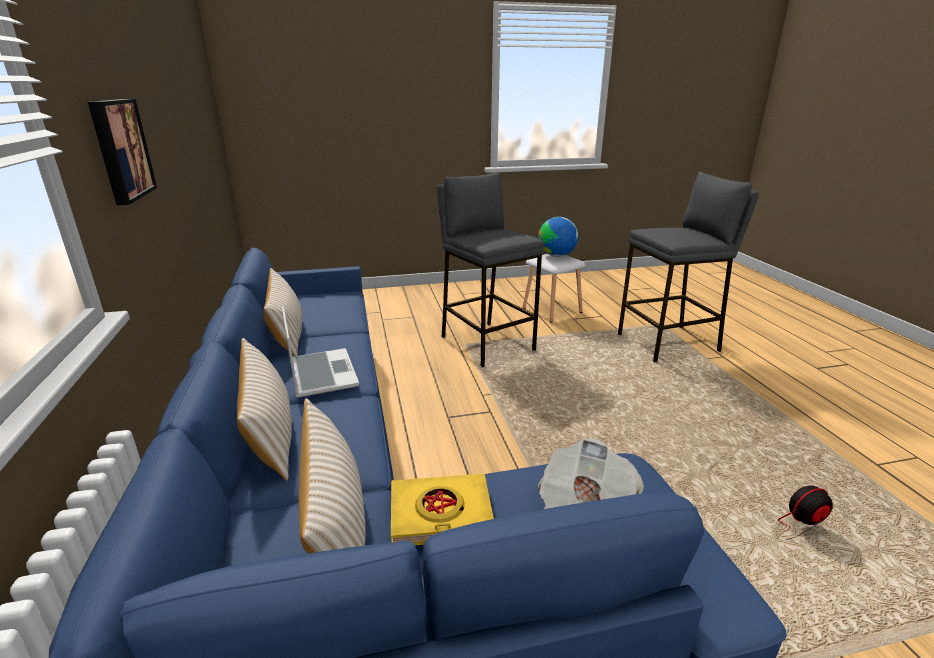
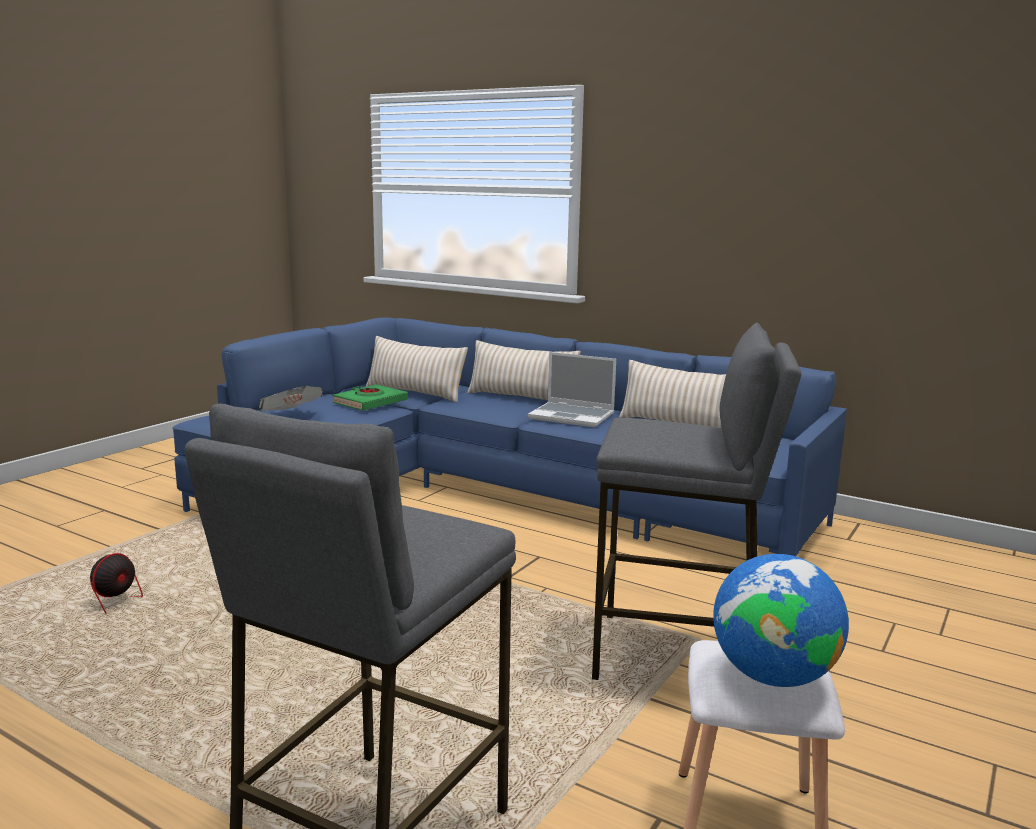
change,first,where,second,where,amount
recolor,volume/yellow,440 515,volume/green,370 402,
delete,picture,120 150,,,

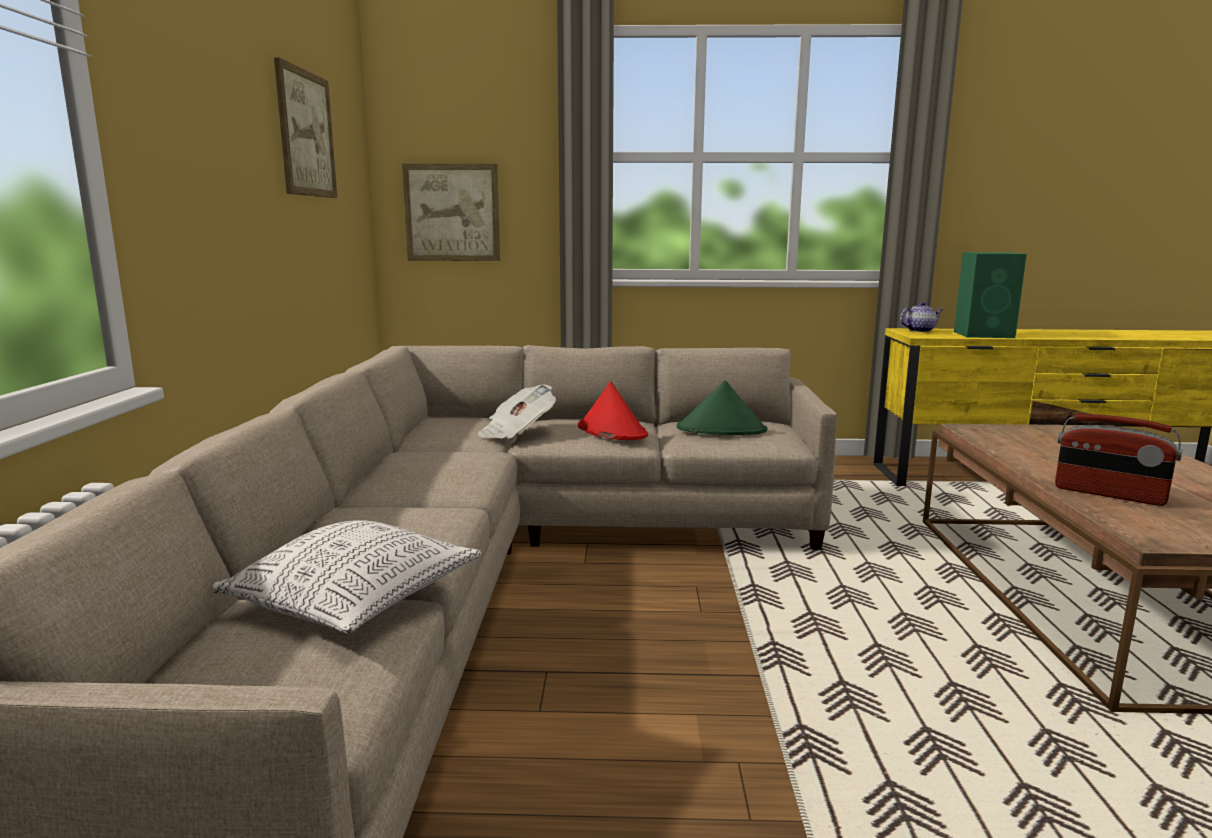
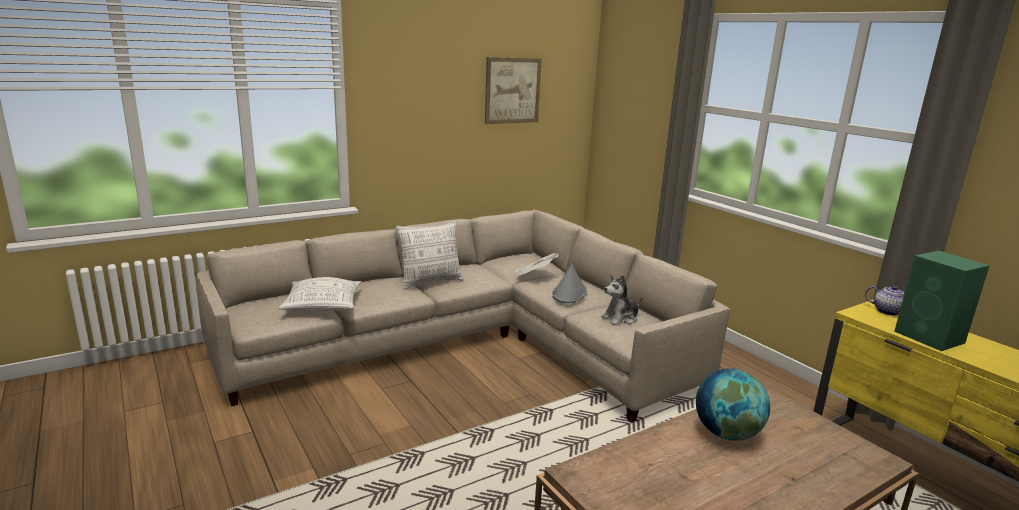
change,first,where,second,where,amount
insert,,,cushion,430 282,
recolor,wearable hat/red,611 431,wearable hat/grey,569 293,
replace,wearable hat/green,722 430,plush toy,620 318,
insert,,,globe,726 433,
delete,picture,452 213,,,
delete,radio,1109 494,,,

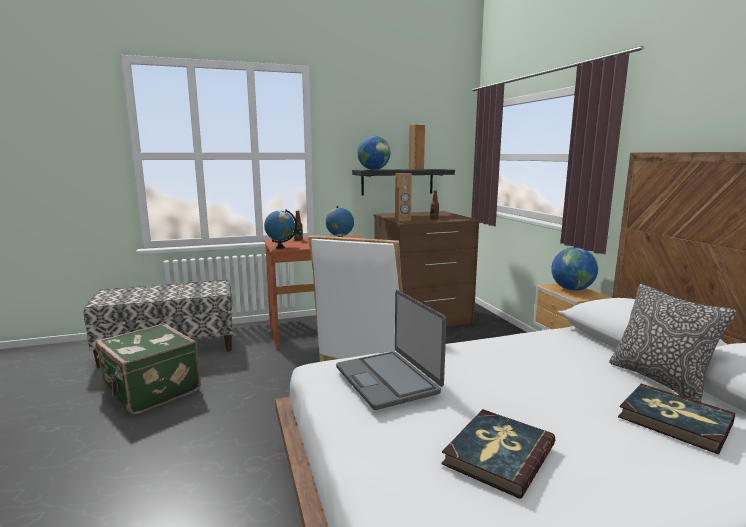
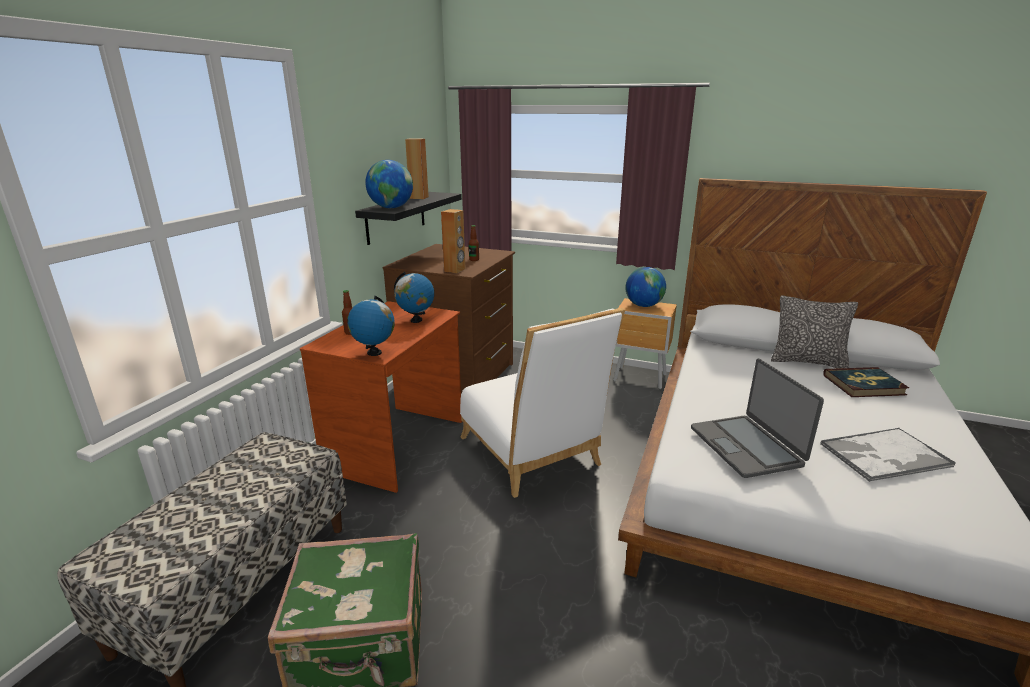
change,first,where,second,where,amount
rotate,notebook computer,388 379,,746 446,60 degrees clockwise
replace,volume,498 454,serving tray,883 455,

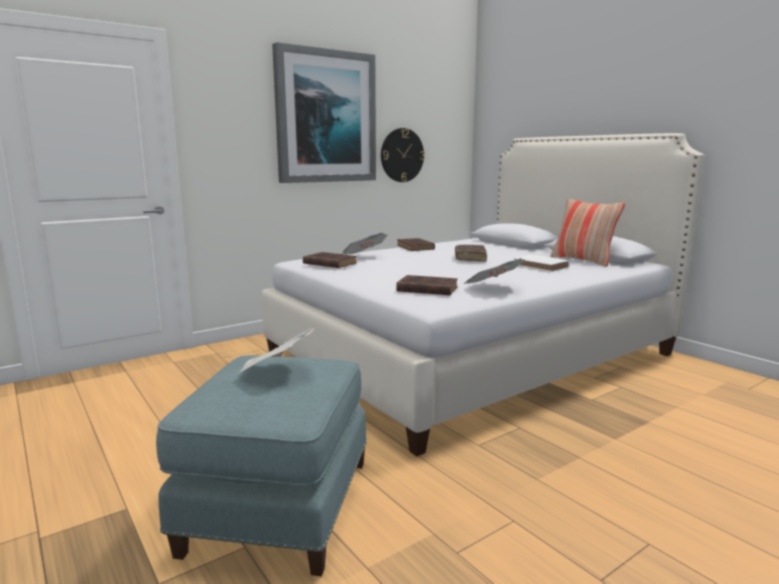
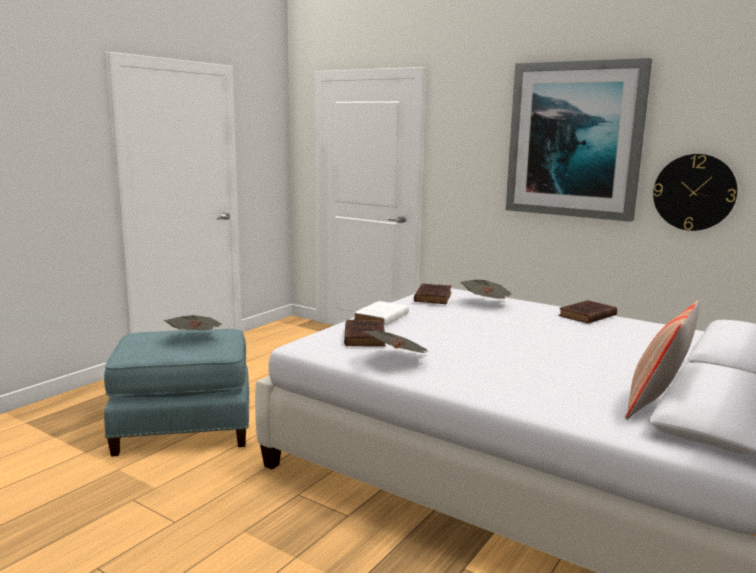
change,first,where,second,where,amount
move,volume/whitish,542 267,,380 317,
delete,volume/brown-coloured,470 258,,,

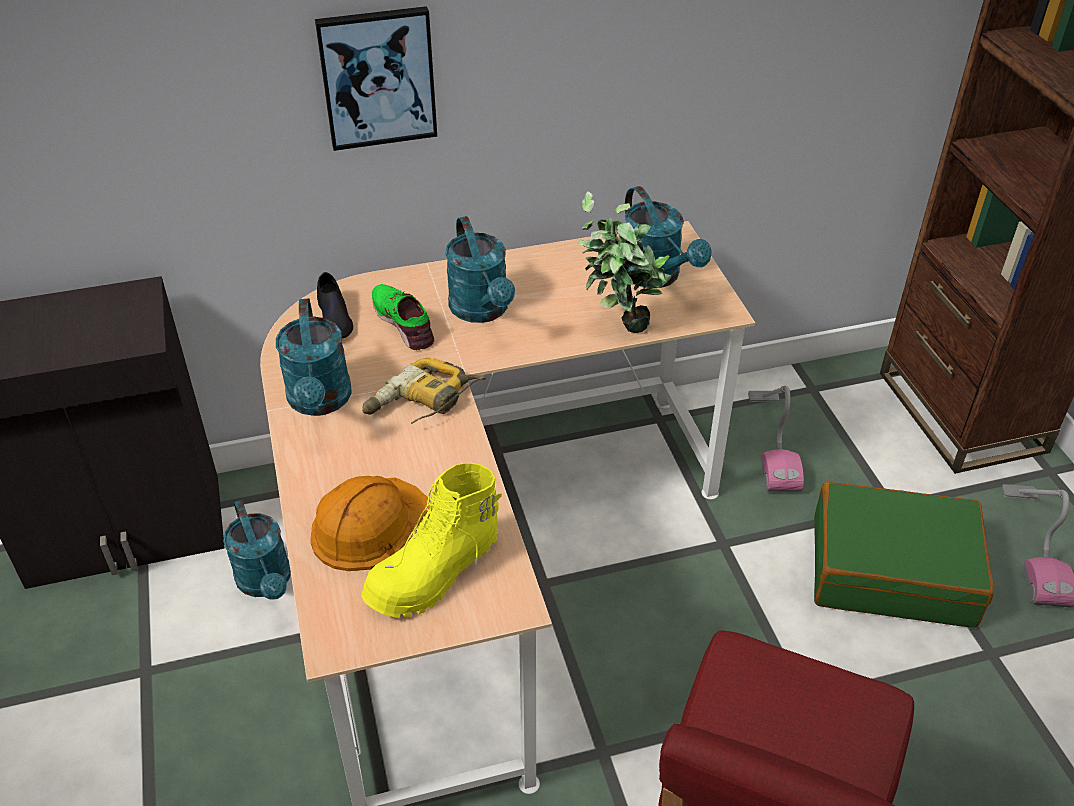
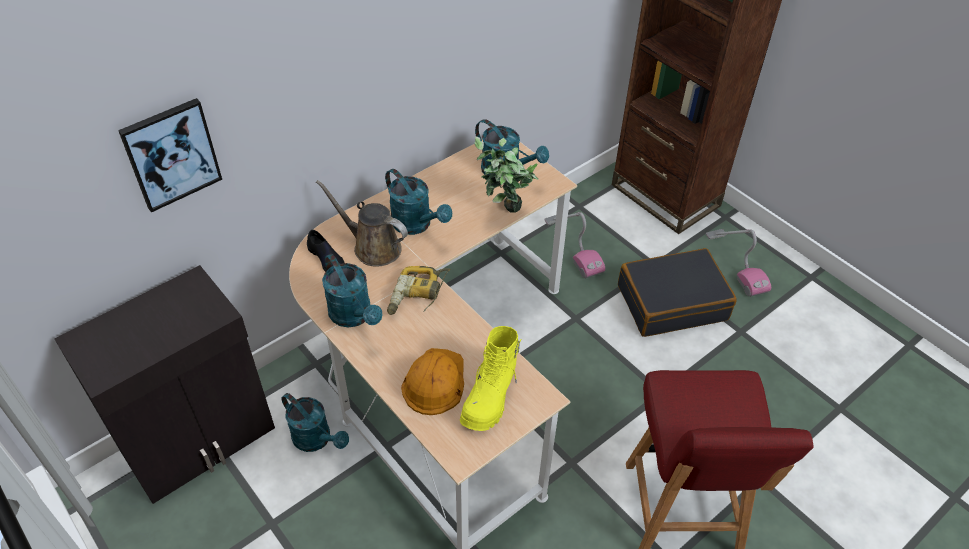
change,first,where,second,where,amount
move,picture,378 78,,171 154,
replace,item of footwear/green,404 322,watering can/brown-coloured,373 247,
recolor,suitcase/green,892 570,suitcase/blackish,672 302,

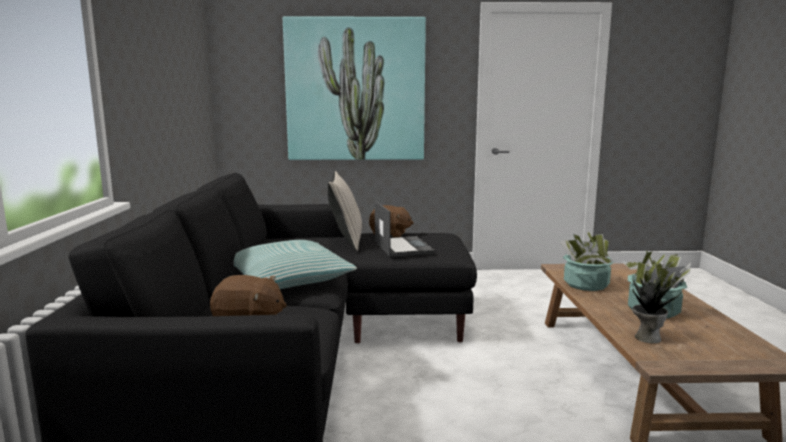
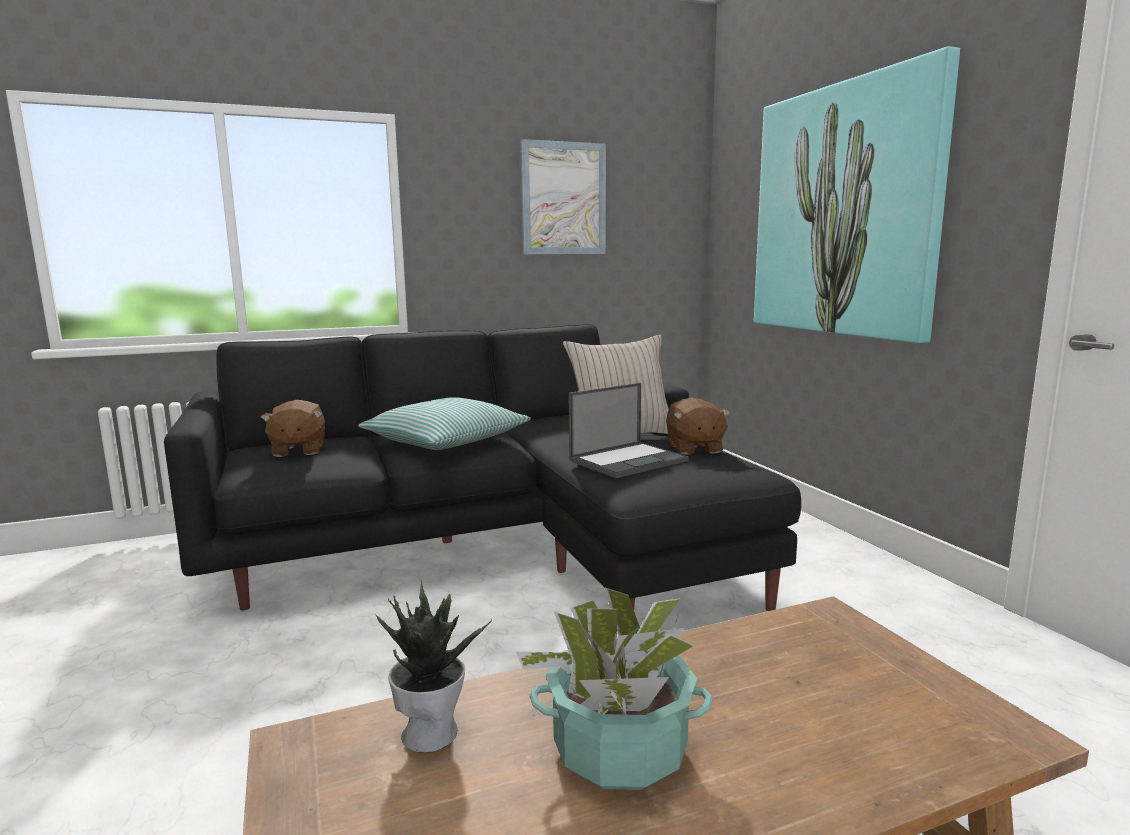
change,first,where,second,where,amount
insert,,,picture,563 199,
delete,potted plant,586 284,,,

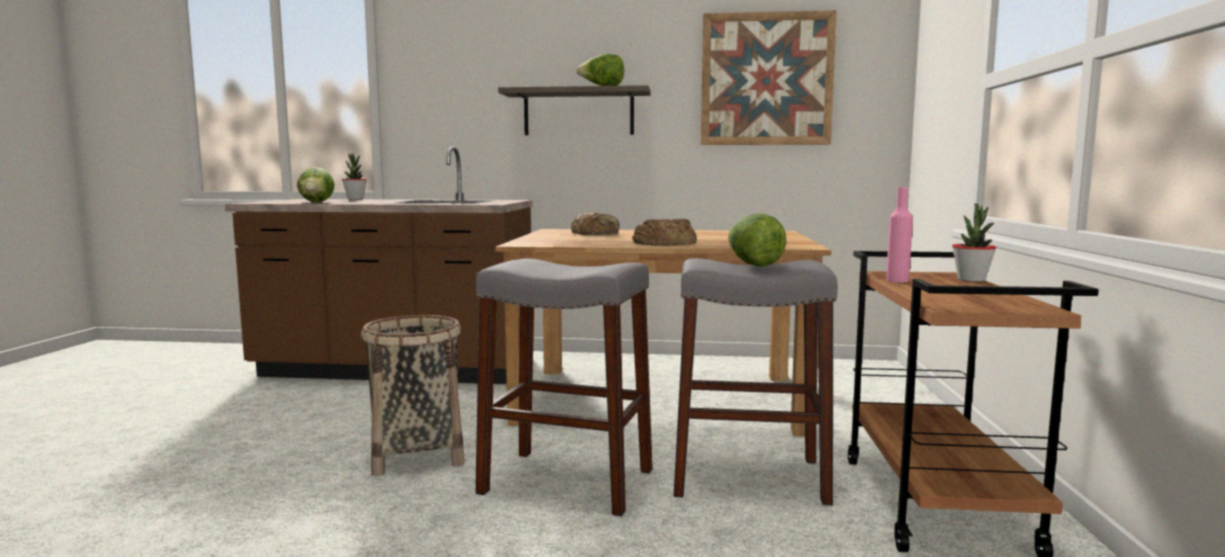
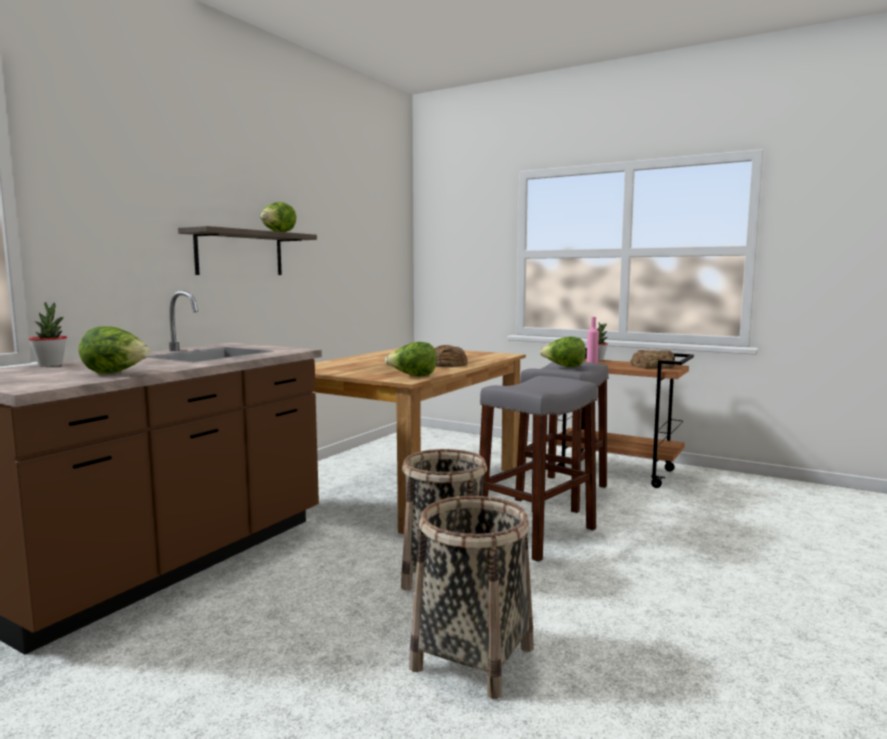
change,first,where,second,where,amount
insert,,,lettuce,413 376,
insert,,,household basket,473 657,
move,baked bread,596 233,,653 366,
delete,picture,766 79,,,

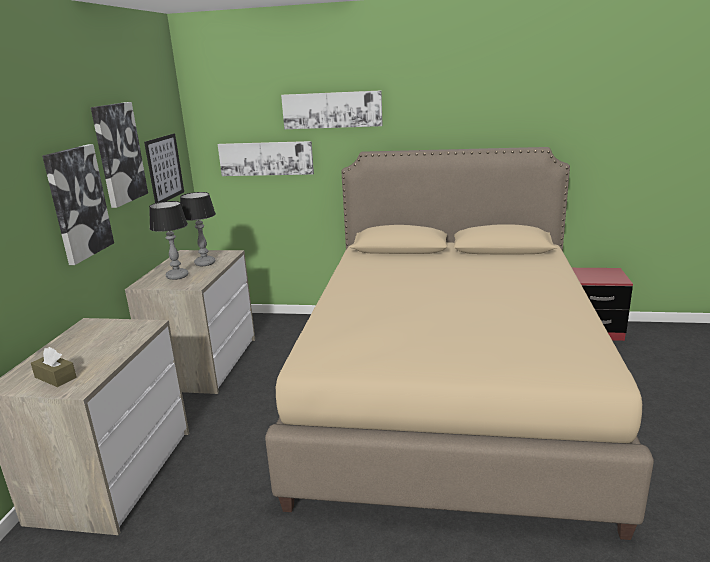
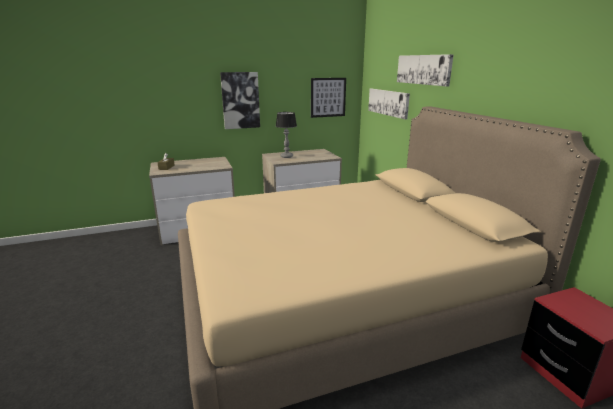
change,first,where,second,where,amount
delete,picture,118 153,,,
delete,tabletop lamp,204 263,,,

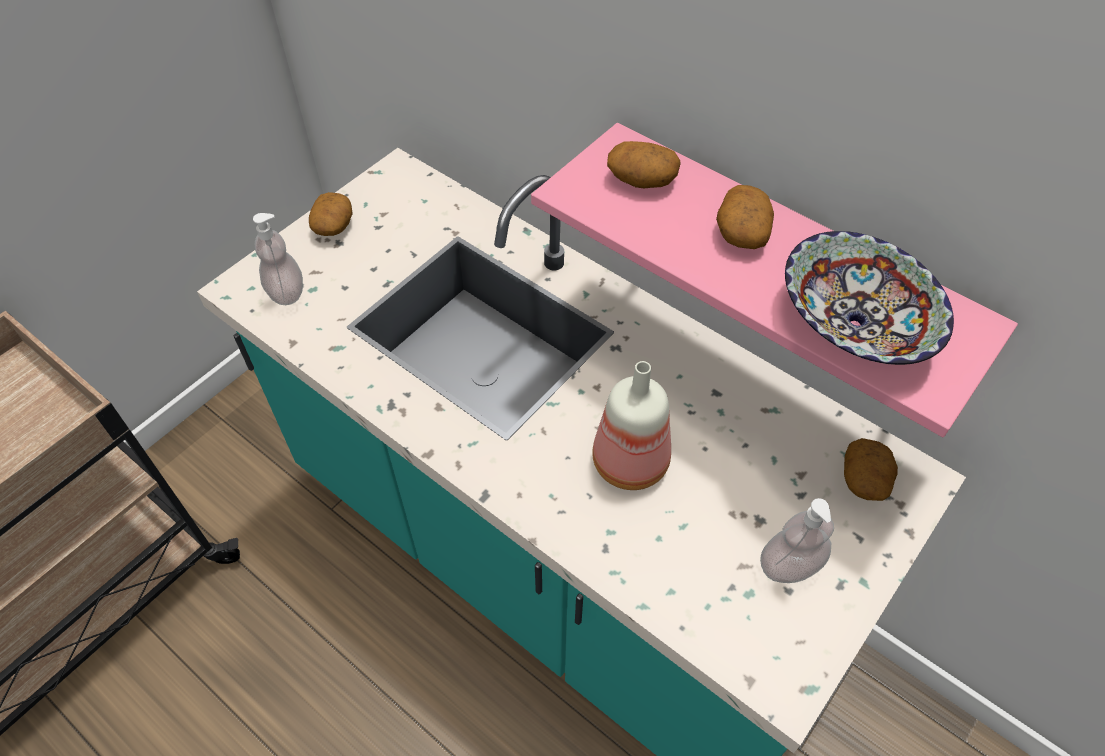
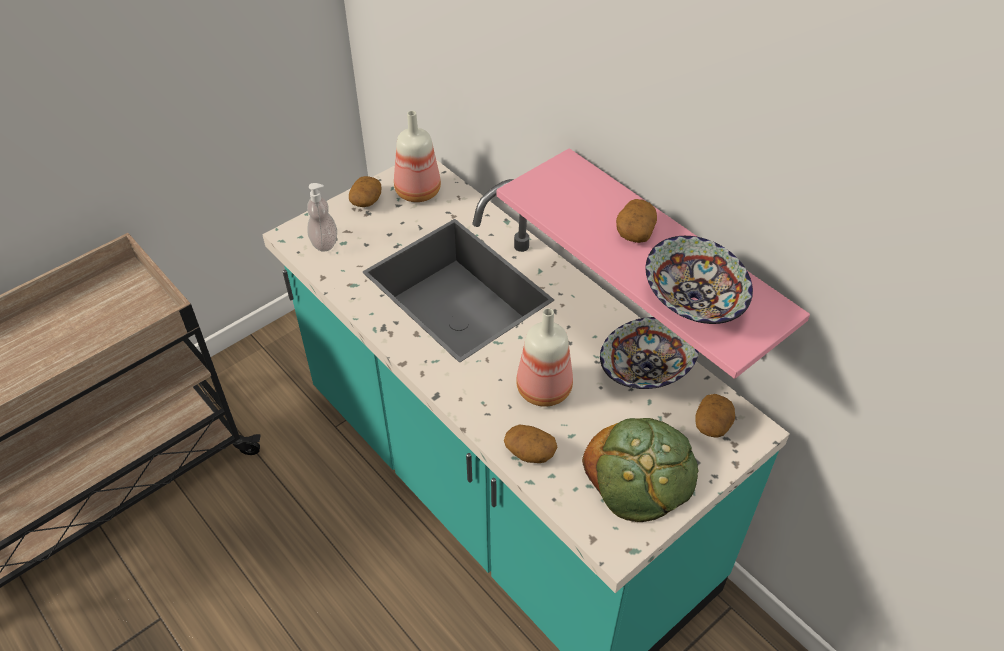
change,first,where,second,where,amount
insert,,,bottle,416 192,
move,whole potato,641 180,,529 452,
replace,soap bottle,789 565,baked bread,641 472,
insert,,,deep dish,647 370,

